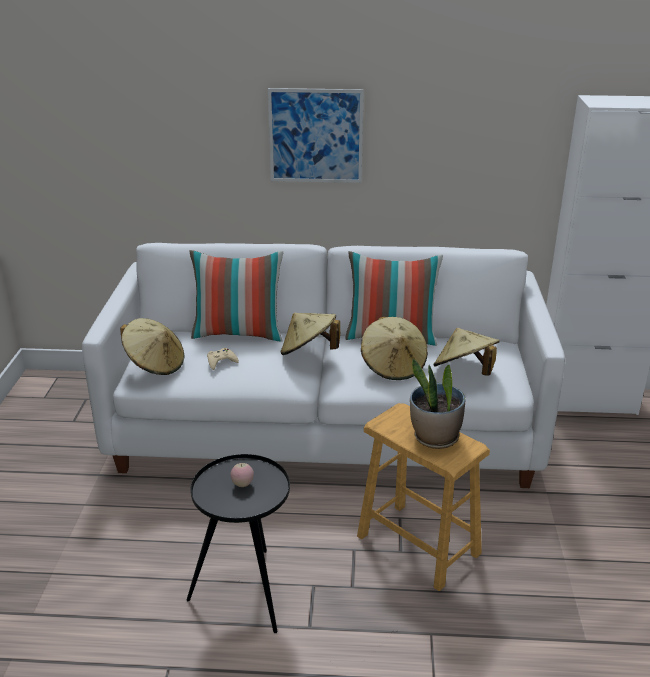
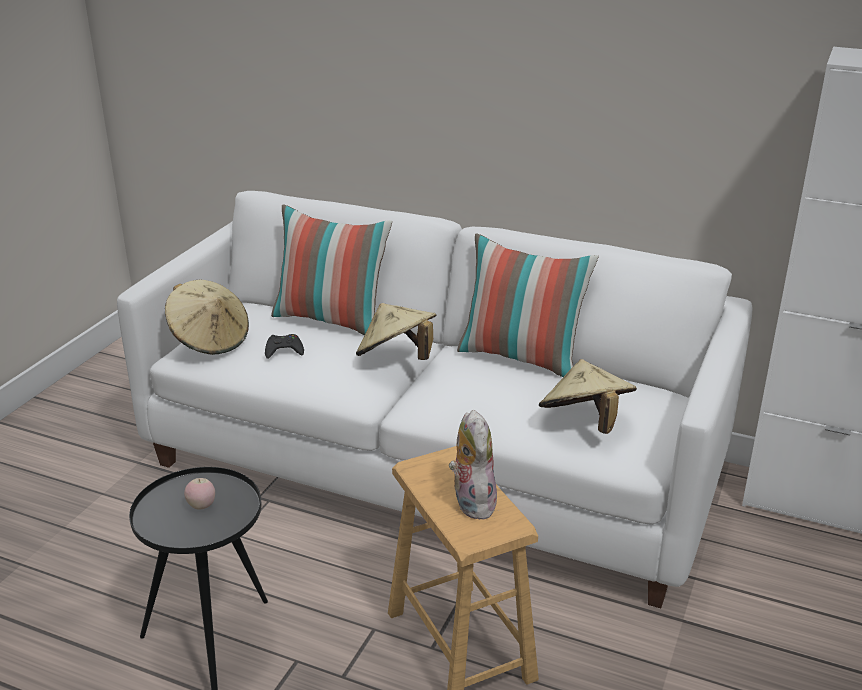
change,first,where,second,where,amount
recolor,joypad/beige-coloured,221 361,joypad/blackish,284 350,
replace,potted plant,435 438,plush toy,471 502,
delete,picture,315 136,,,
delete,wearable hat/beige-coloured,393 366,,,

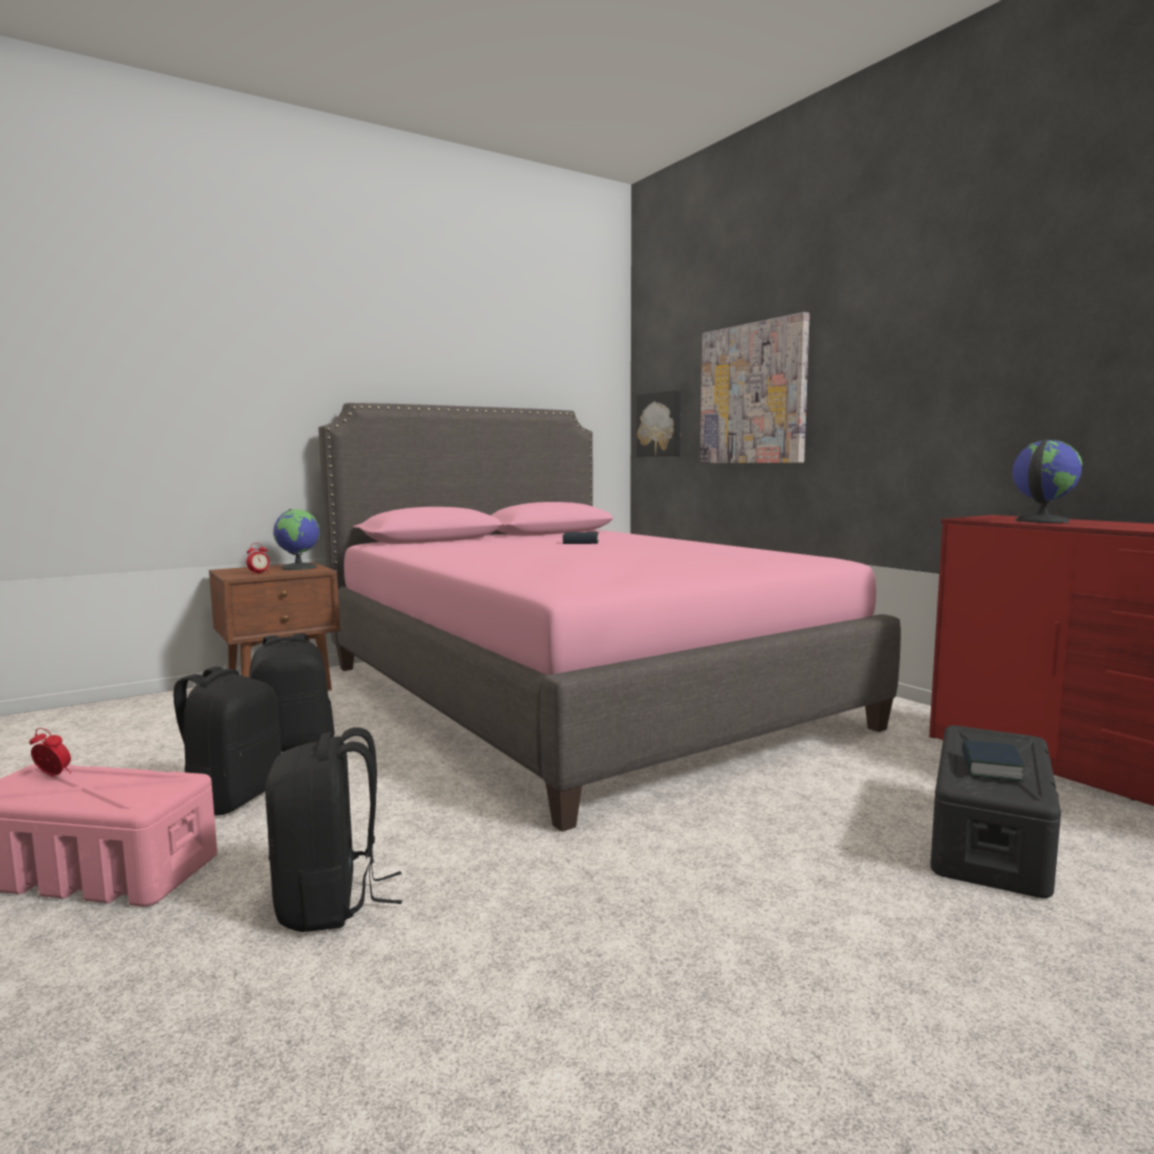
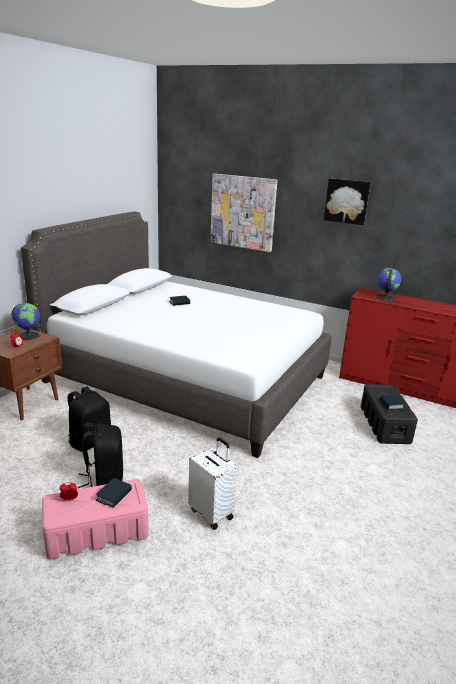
change,first,where,second,where,amount
recolor,sleeping bed/pink,574 695,sleeping bed/whitish,186 379,
insert,,,volume,114 495,
replace,backpack/blackish,331 902,suitcase/whitish,212 513,
move,picture,660 424,,347 201,

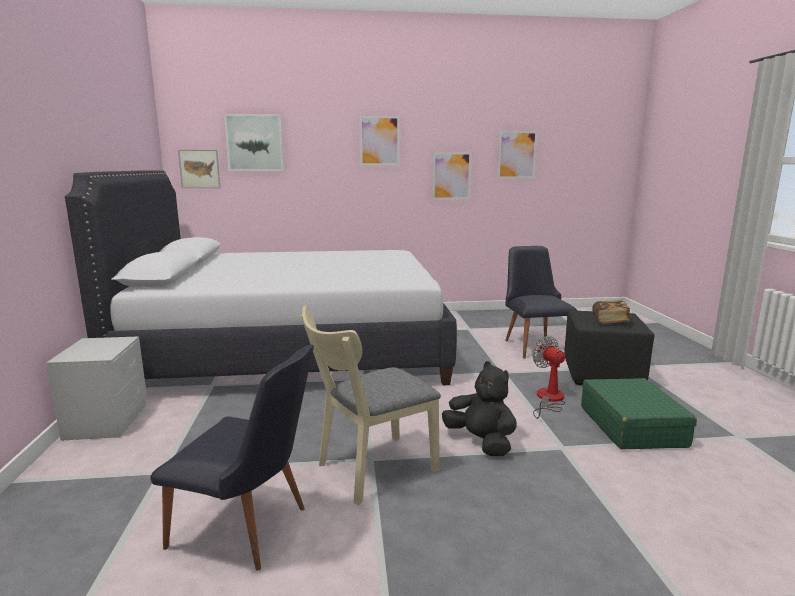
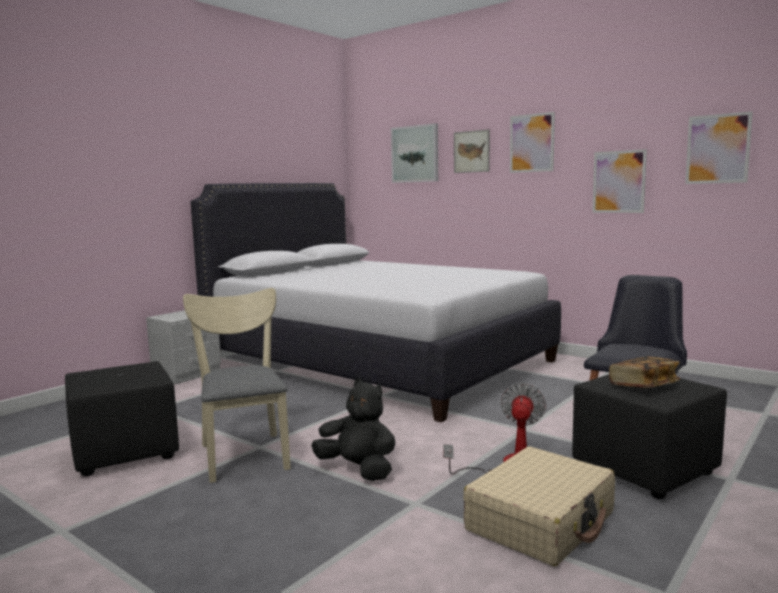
change,first,where,second,where,amount
replace,upright chair/blackish,249 530,footrest/blackish,124 453,
rotate,upright chair/beige-coloured,370 470,,244 453,60 degrees clockwise
rotate,plush toy/blackish,481 442,,358 469,60 degrees counterclockwise
move,picture,199 169,,471 151,
recolor,suitcase/green,631 426,suitcase/beige-coloured,541 521,

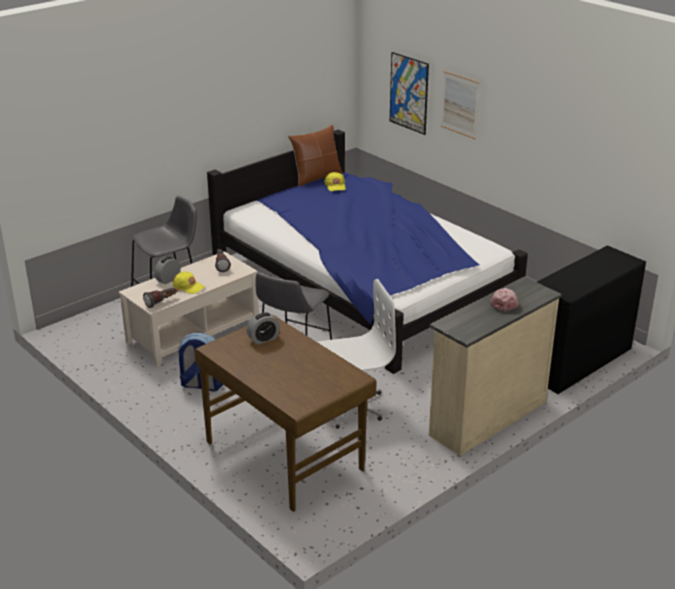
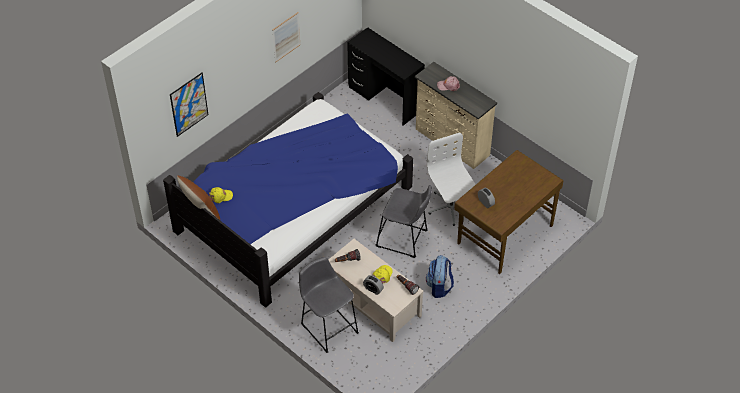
change,first,where,second,where,amount
move,picture,460 104,,286 37,

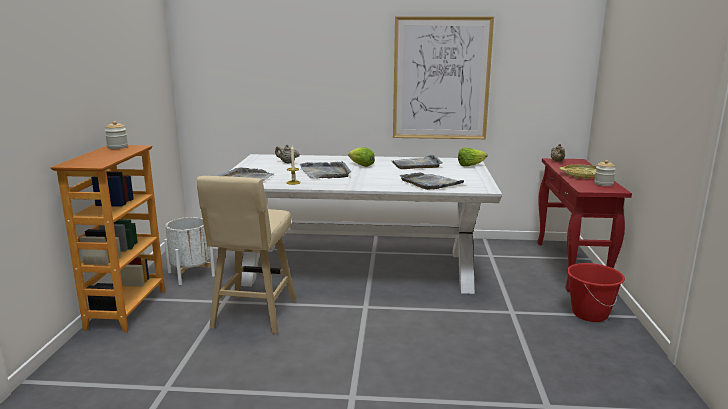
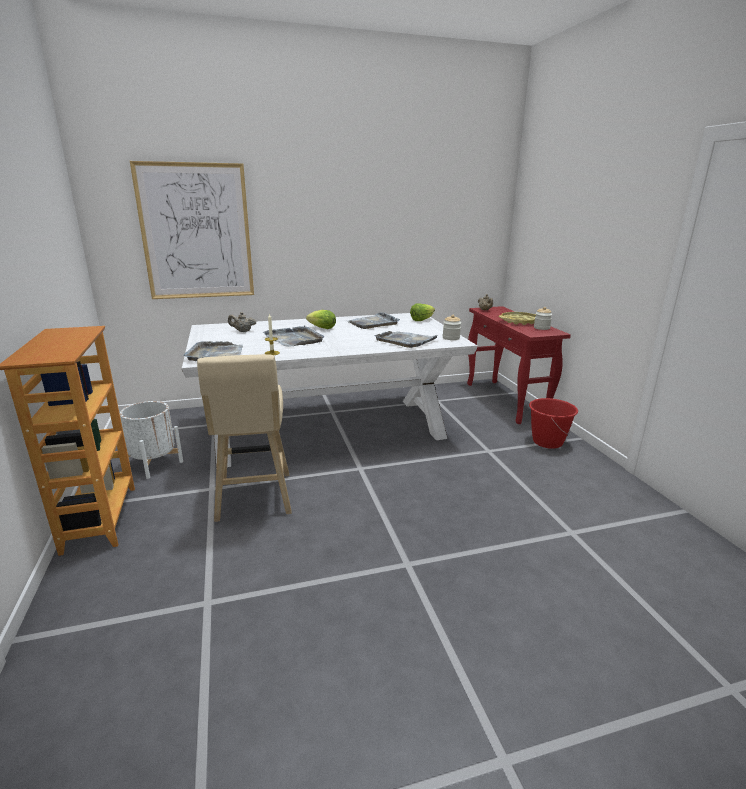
change,first,where,second,where,amount
move,picture,441 79,,196 232,
move,jar,117 147,,451 338,

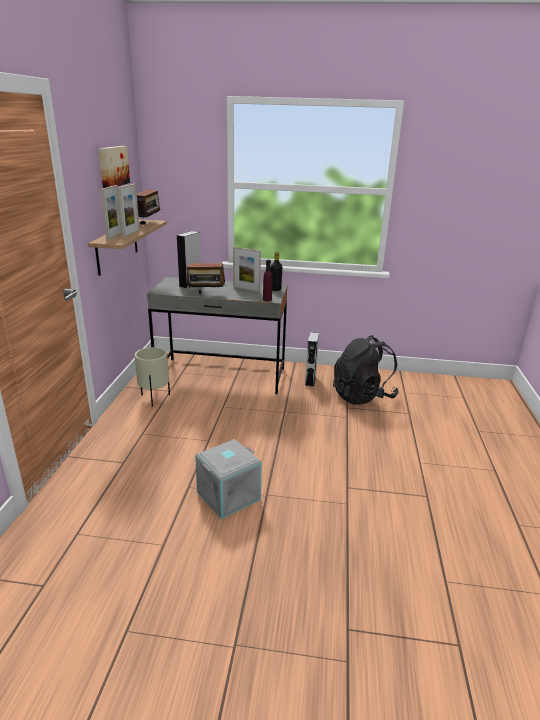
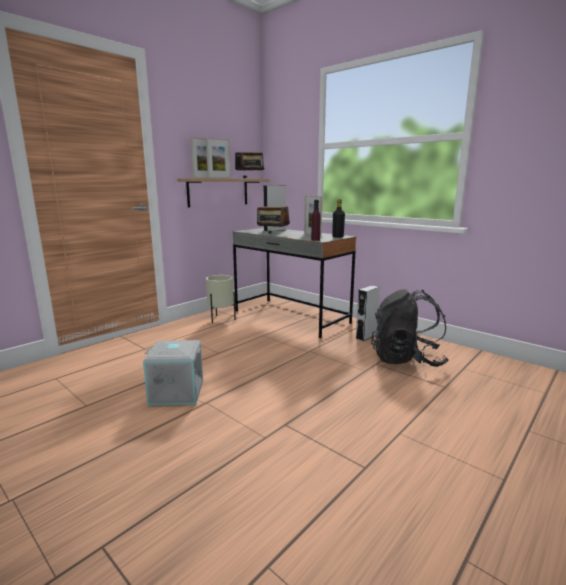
change,first,where,second,where,amount
delete,picture,112 166,,,

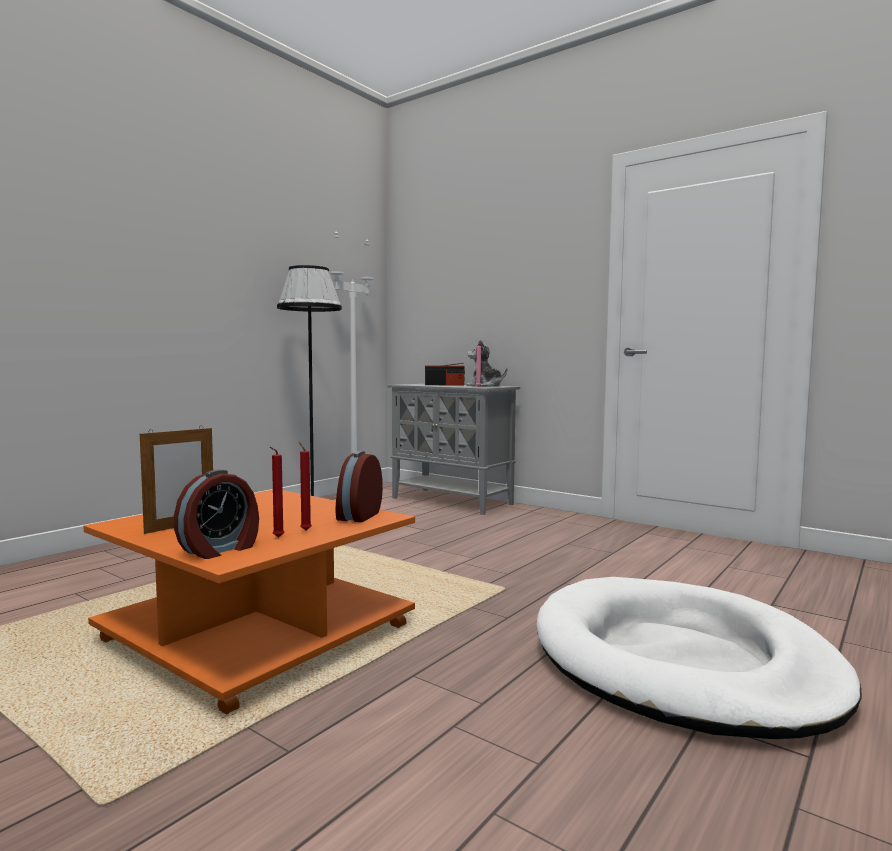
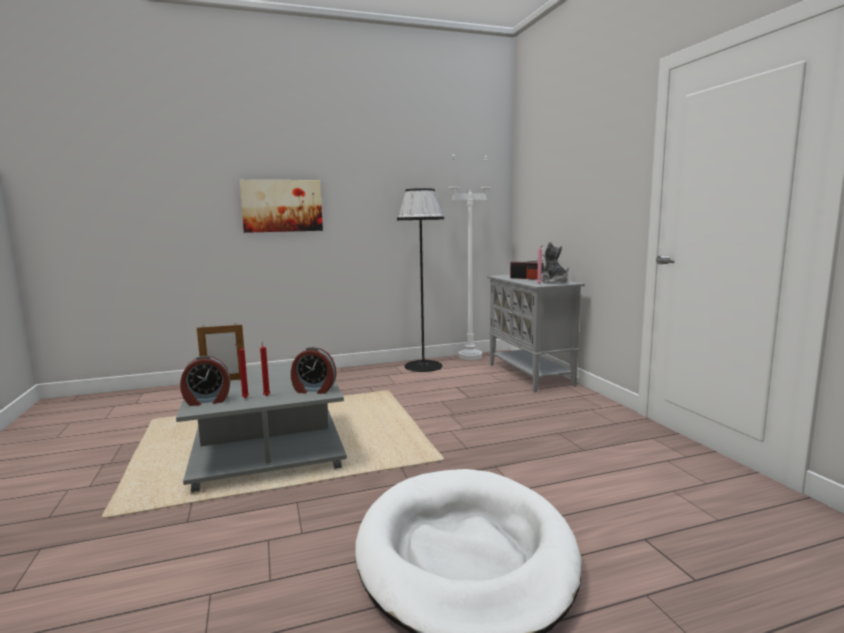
change,first,where,second,where,amount
recolor,lounge table/orange-coloured,258 632,lounge table/grey,269 450,
insert,,,picture,282 206,
rotate,bedside clock,358 516,,314 390,135 degrees counterclockwise

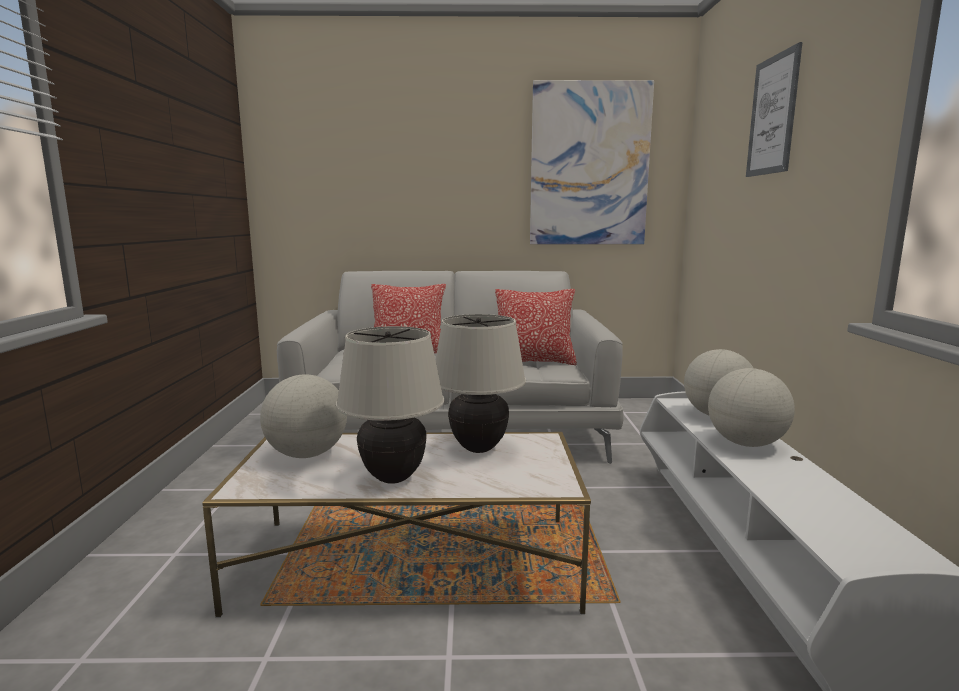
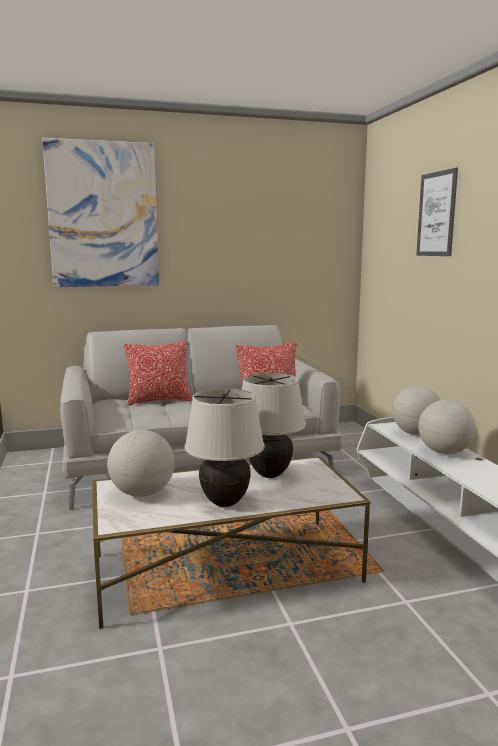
change,first,where,second,where,amount
move,picture,589 165,,103 215,

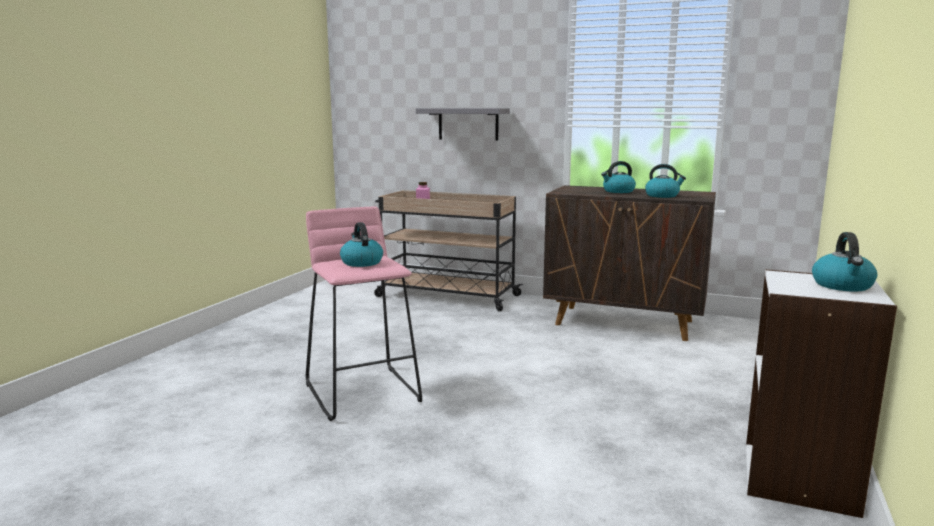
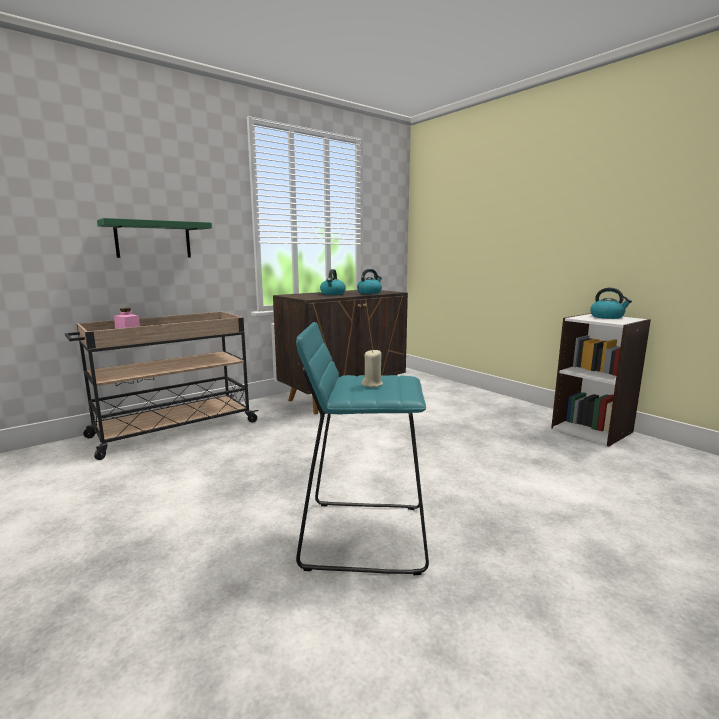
change,first,where,second,where,amount
recolor,bracket shelf/grey,468 124,bracket shelf/green,153 240,
recolor,sitting stool/pink,363 392,sitting stool/turquoise-coloured,363 534,
replace,kettle,361 262,wax light/beige-coloured,372 384,

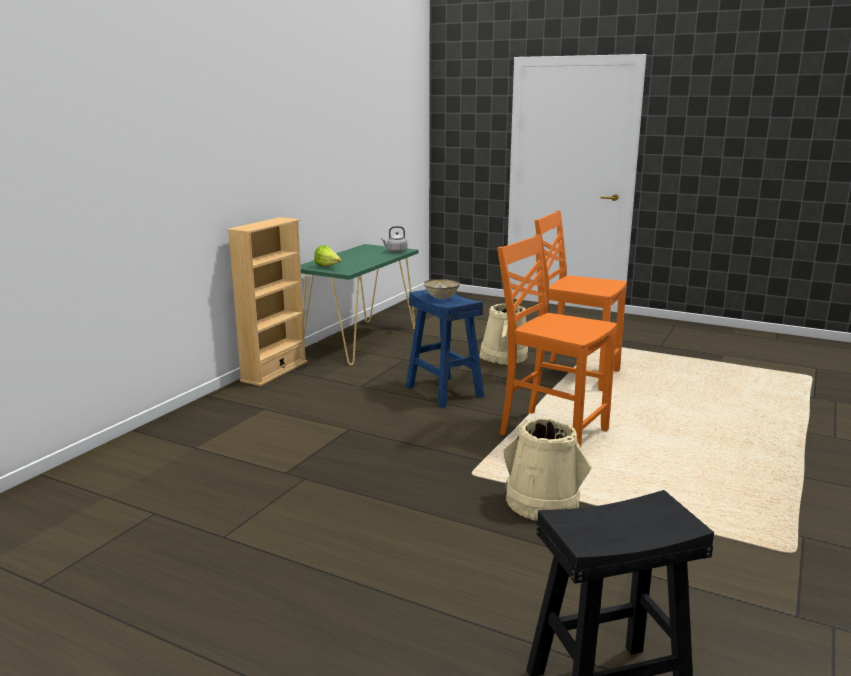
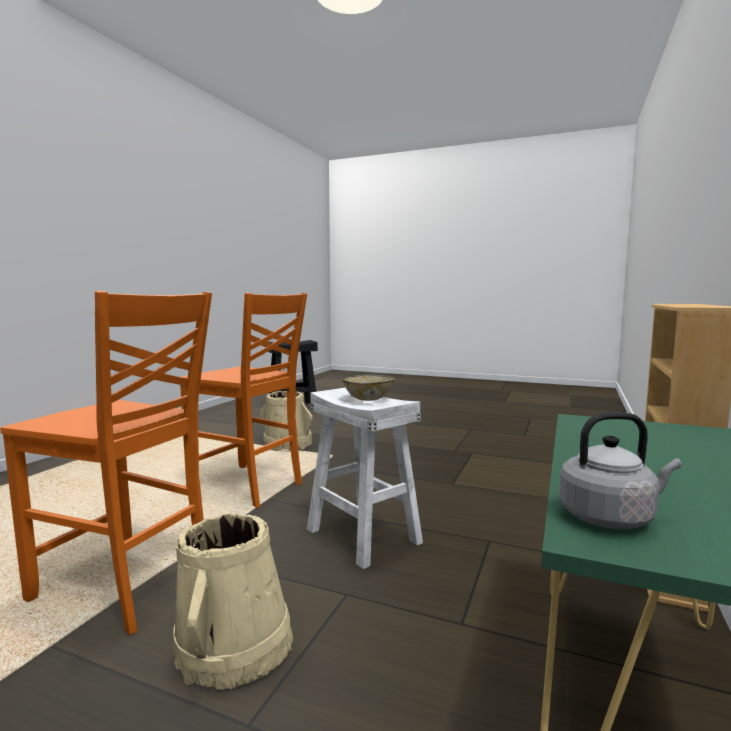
change,first,where,second,where,amount
recolor,sitting stool/bluish,445 391,sitting stool/whitish,362 535,
delete,lettuce,328 267,,,

